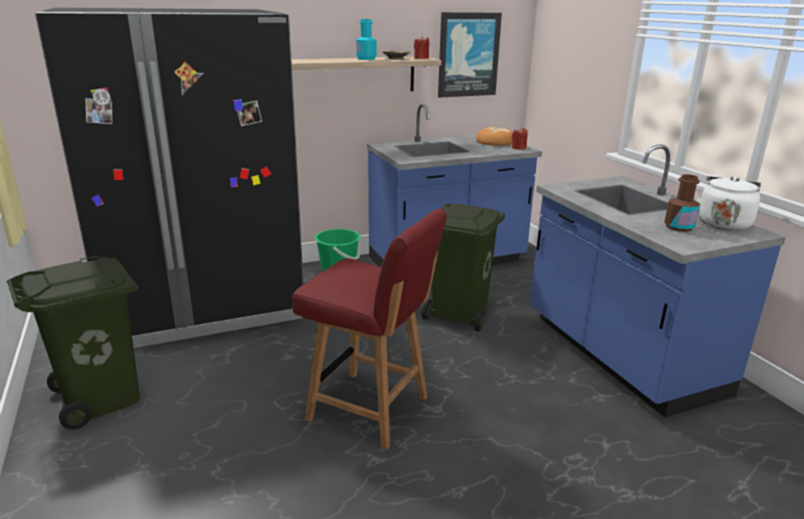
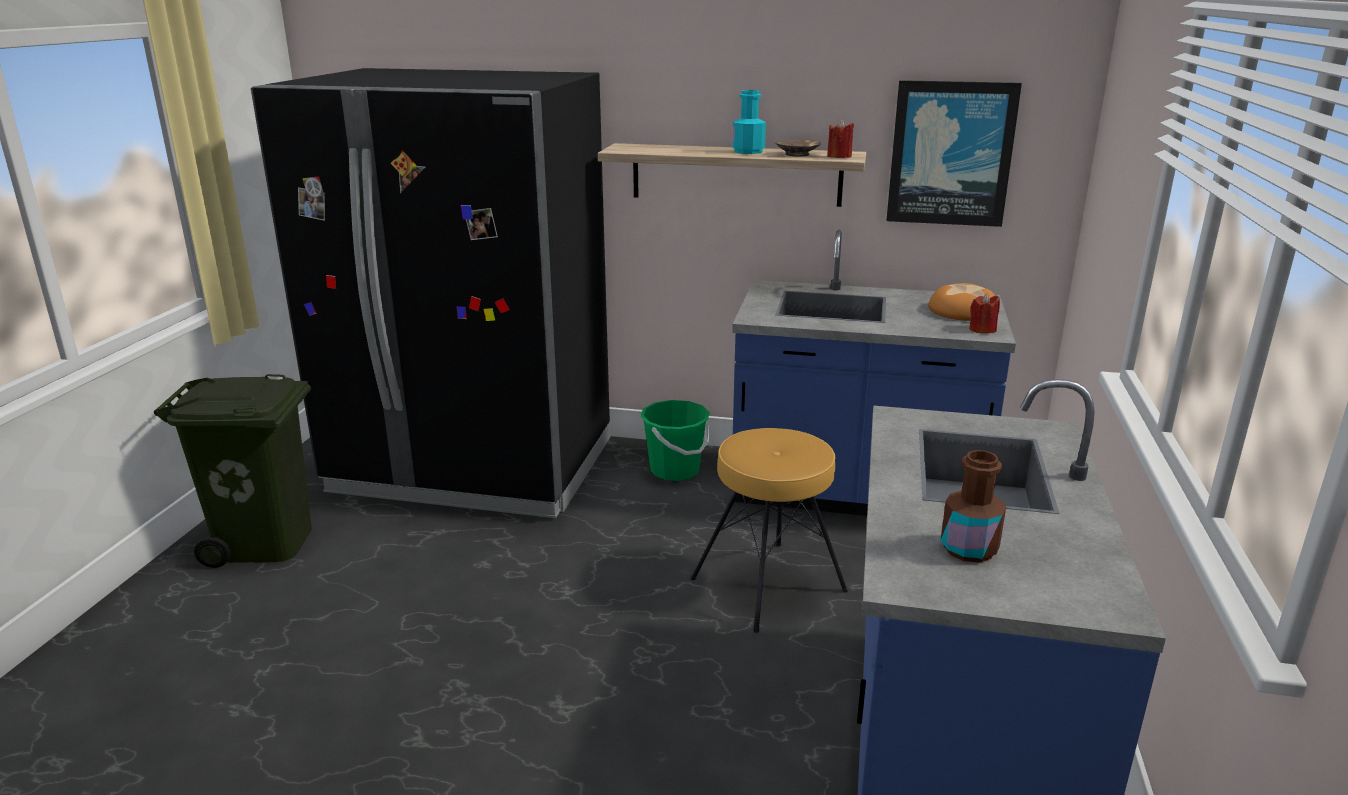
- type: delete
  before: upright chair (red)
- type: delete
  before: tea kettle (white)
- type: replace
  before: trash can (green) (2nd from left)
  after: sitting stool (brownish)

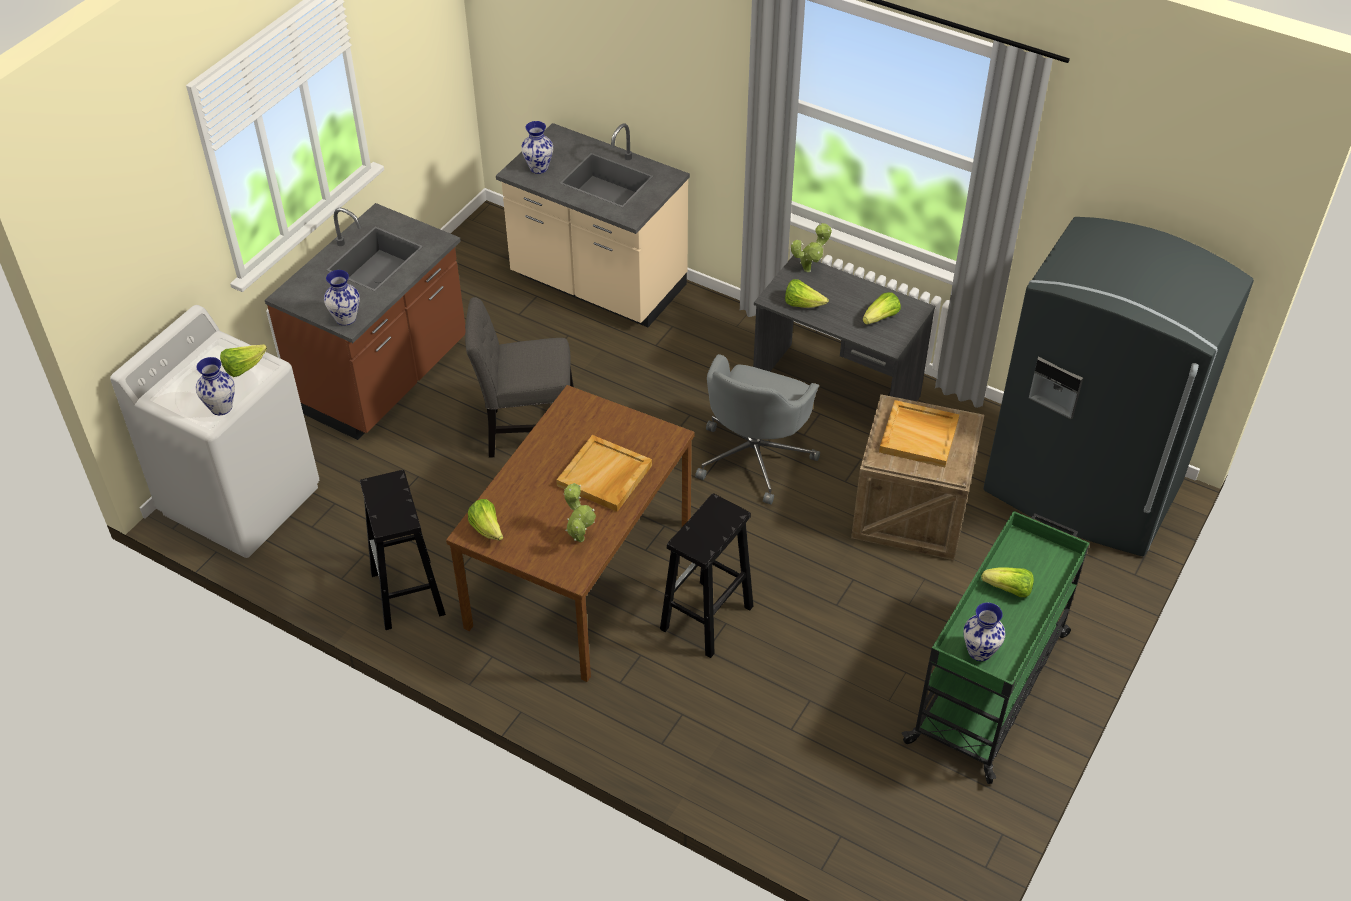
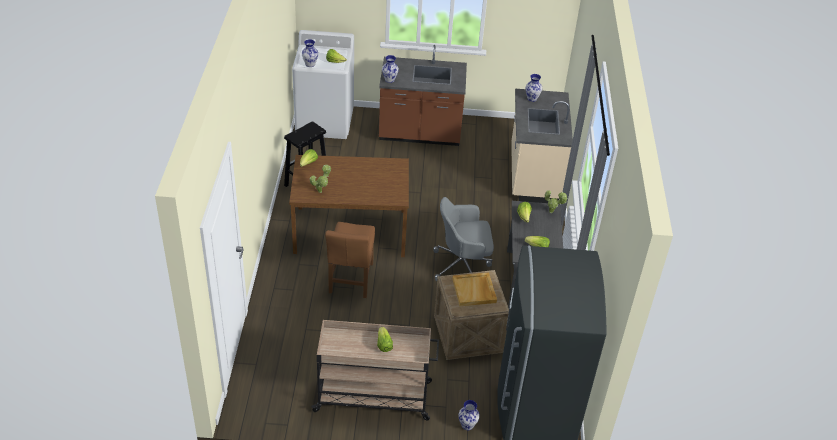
- type: delete
  before: upright chair (gray)
- type: delete
  before: tray (sand-coloured) (1st from left)
- type: move
  before: decorative vase (4th from left in the first image)
  after: decorative vase (3rd from left)
- type: replace
  before: sitting stool (black) (2nd from left)
  after: upright chair (brownish)
- type: recolor
  before: trolley (green)
  after: trolley (sand-coloured)

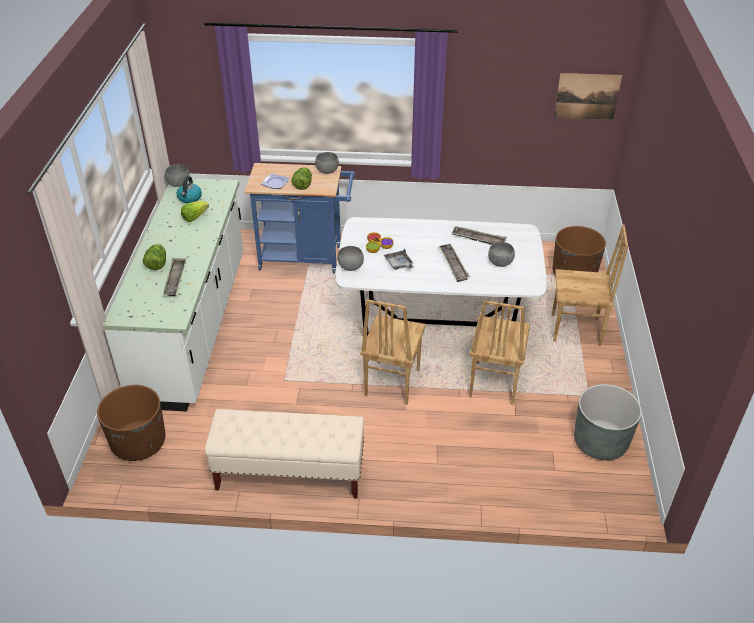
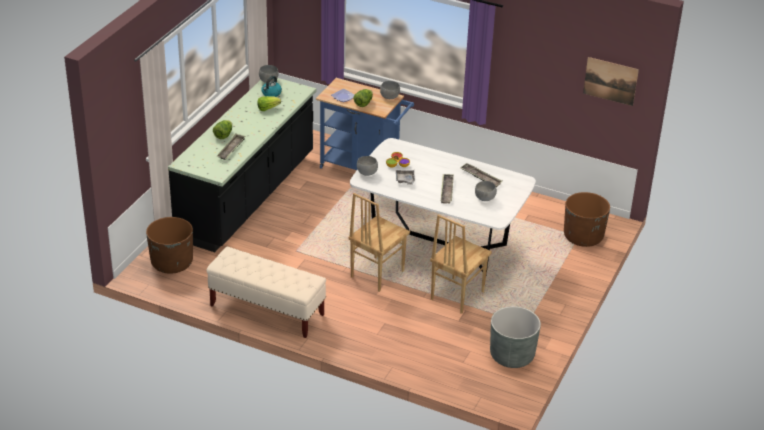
- type: delete
  before: upright chair (brownish) (3rd from left)
- type: recolor
  before: counter (white)
  after: counter (black)

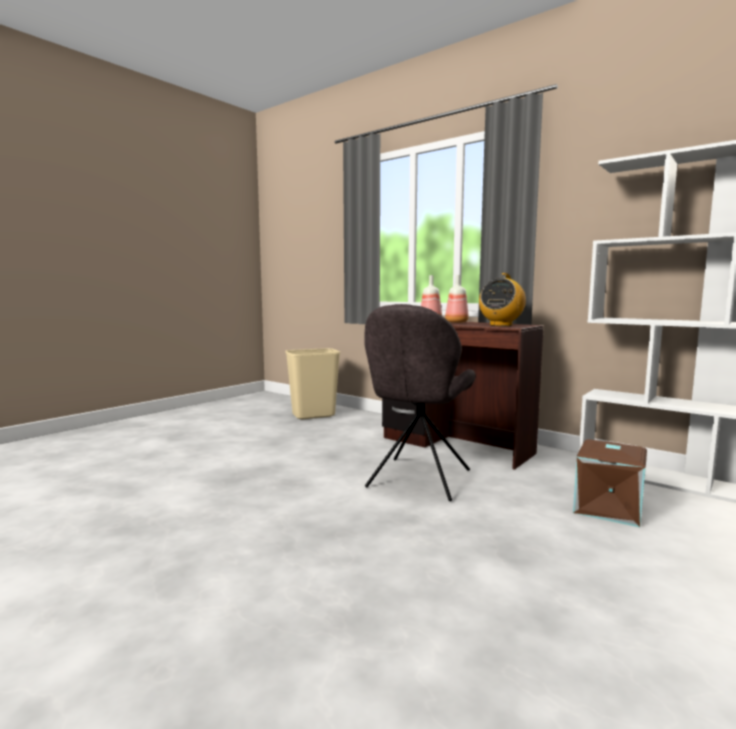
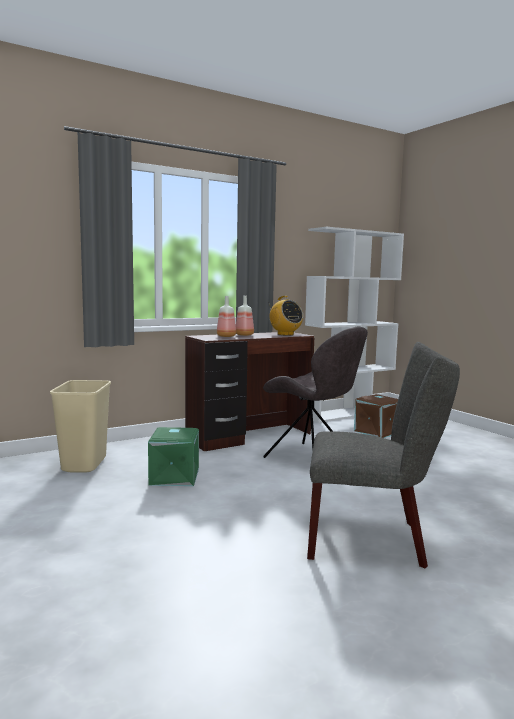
- type: insert
  after: storage box (green)
- type: insert
  after: upright chair (gray) (2nd from left)

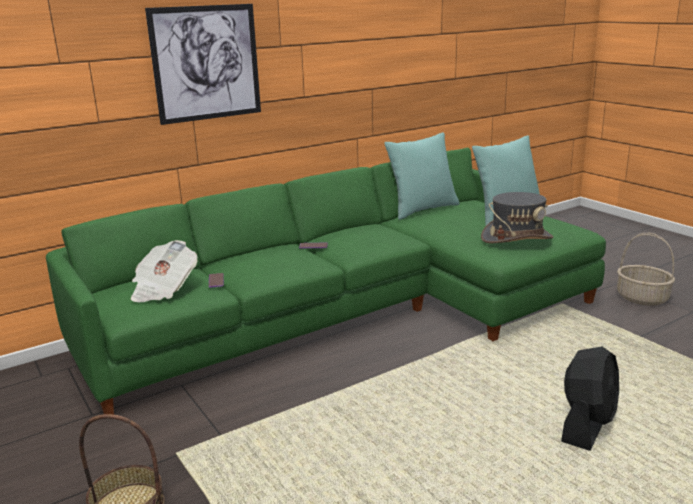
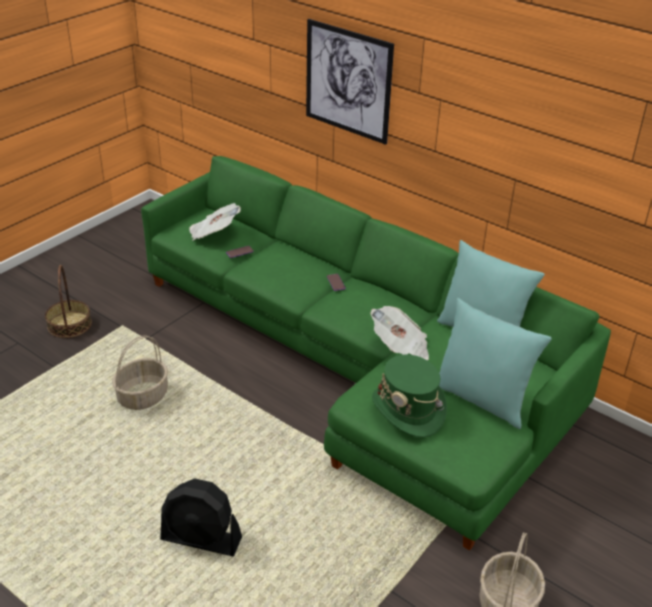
- type: insert
  after: basket (2nd from left)
- type: insert
  after: printed paper (2nd from left)
- type: recolor
  before: clothing hat (gray)
  after: clothing hat (green)

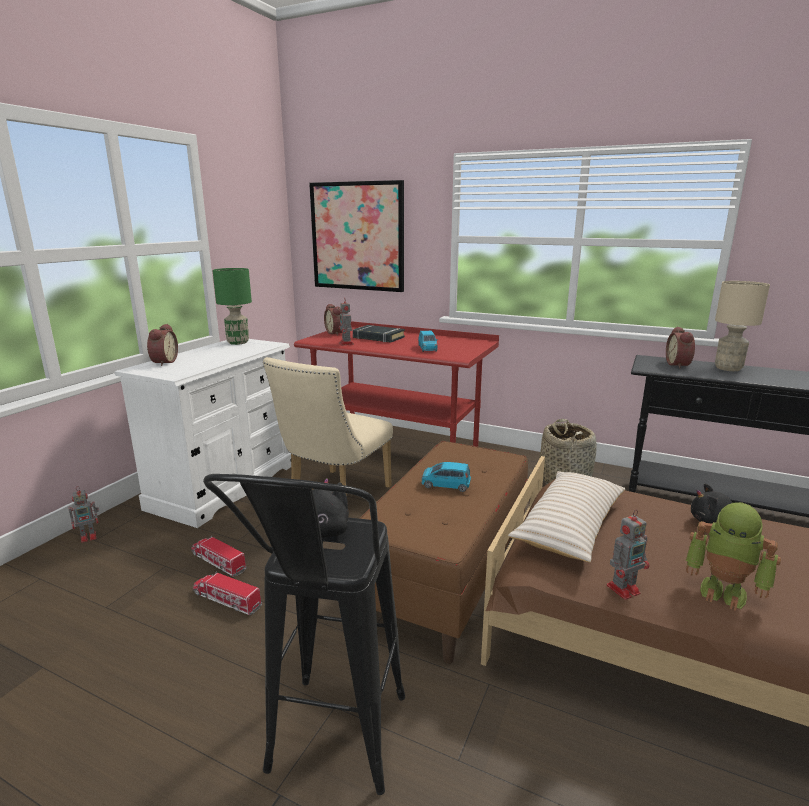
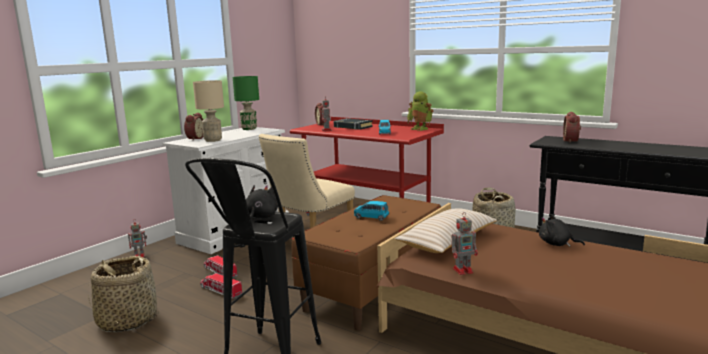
- type: delete
  before: wall picture
- type: insert
  after: basket (1st from left)
- type: move
  before: toy robot (4th from left in the first image)
  after: toy robot (3rd from left)
- type: move
  before: tabletop lamp (sand-coloured)

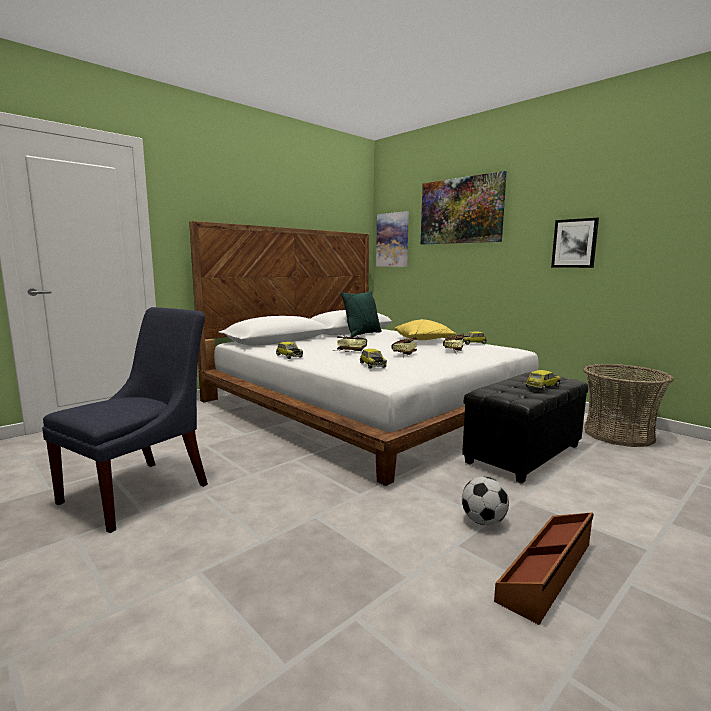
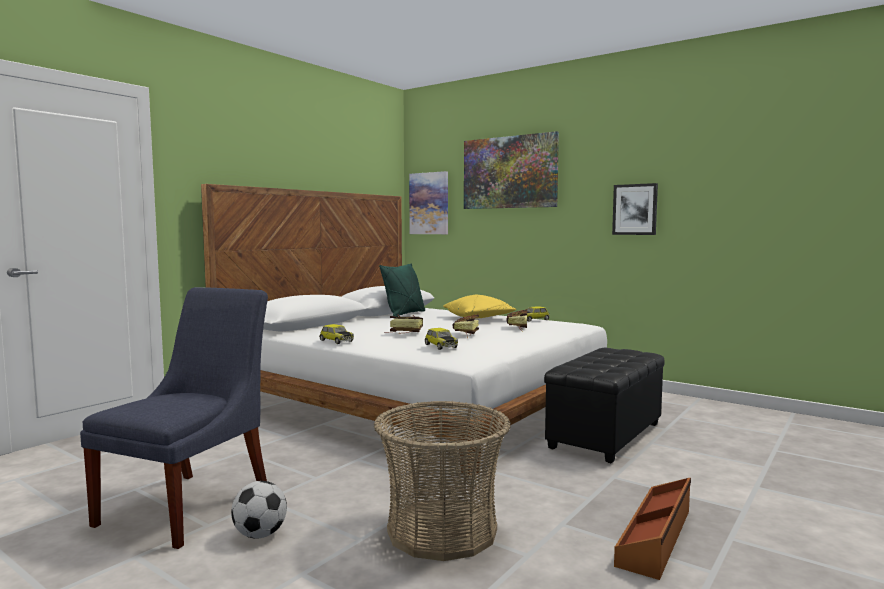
- type: delete
  before: toy car (4th from left)
- type: move
  before: football ball
- type: move
  before: basket

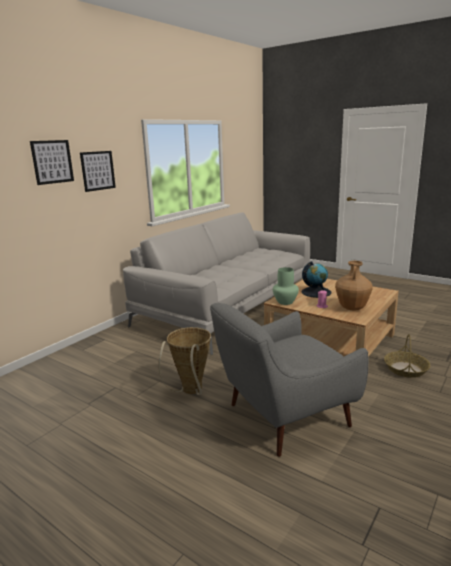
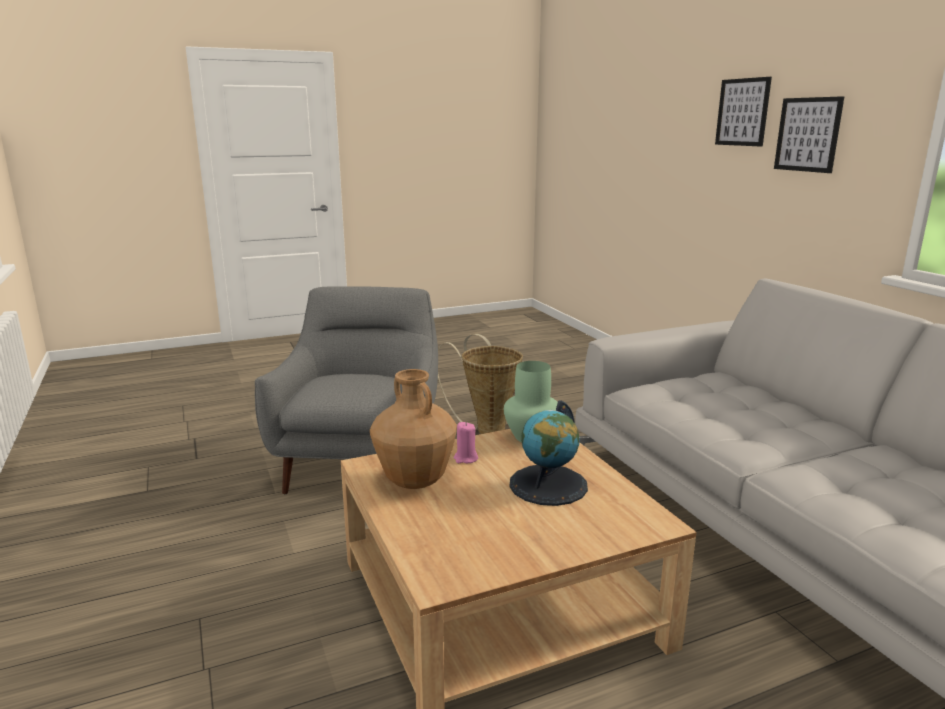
- type: delete
  before: basket (2nd from left)

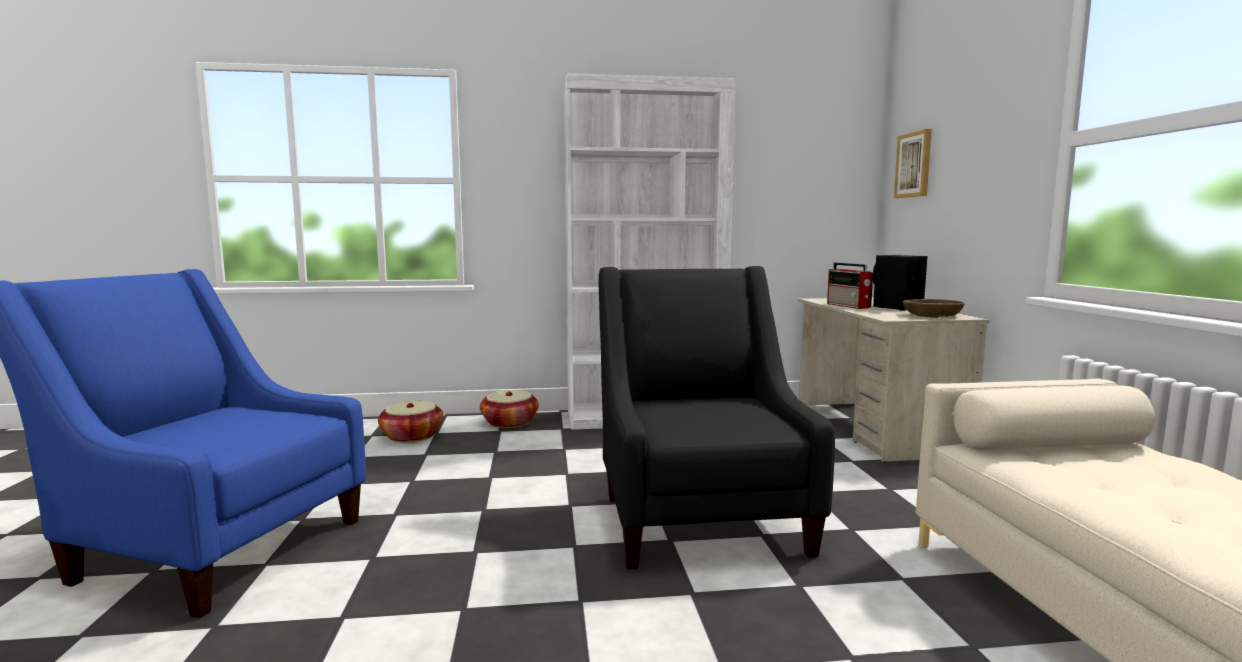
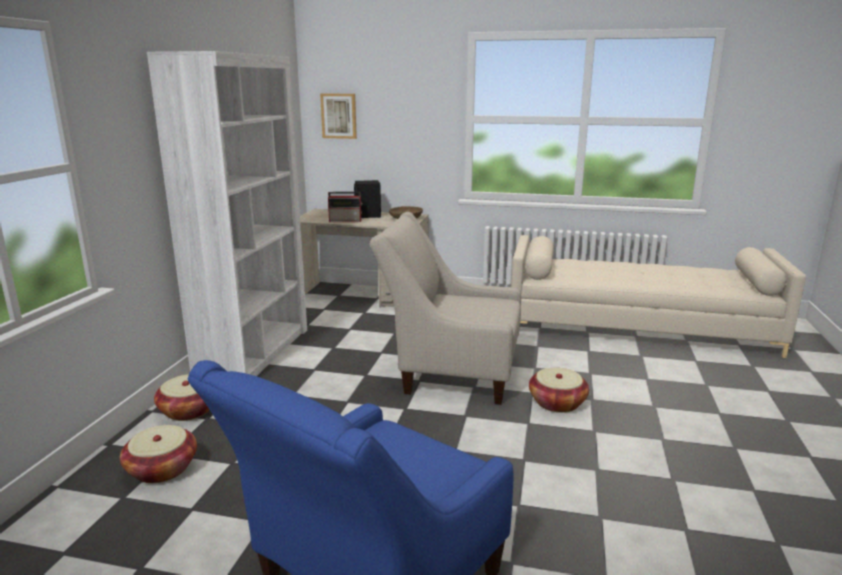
- type: insert
  after: basket (3rd from left)
- type: recolor
  before: lounge chair (black)
  after: lounge chair (sand-coloured)

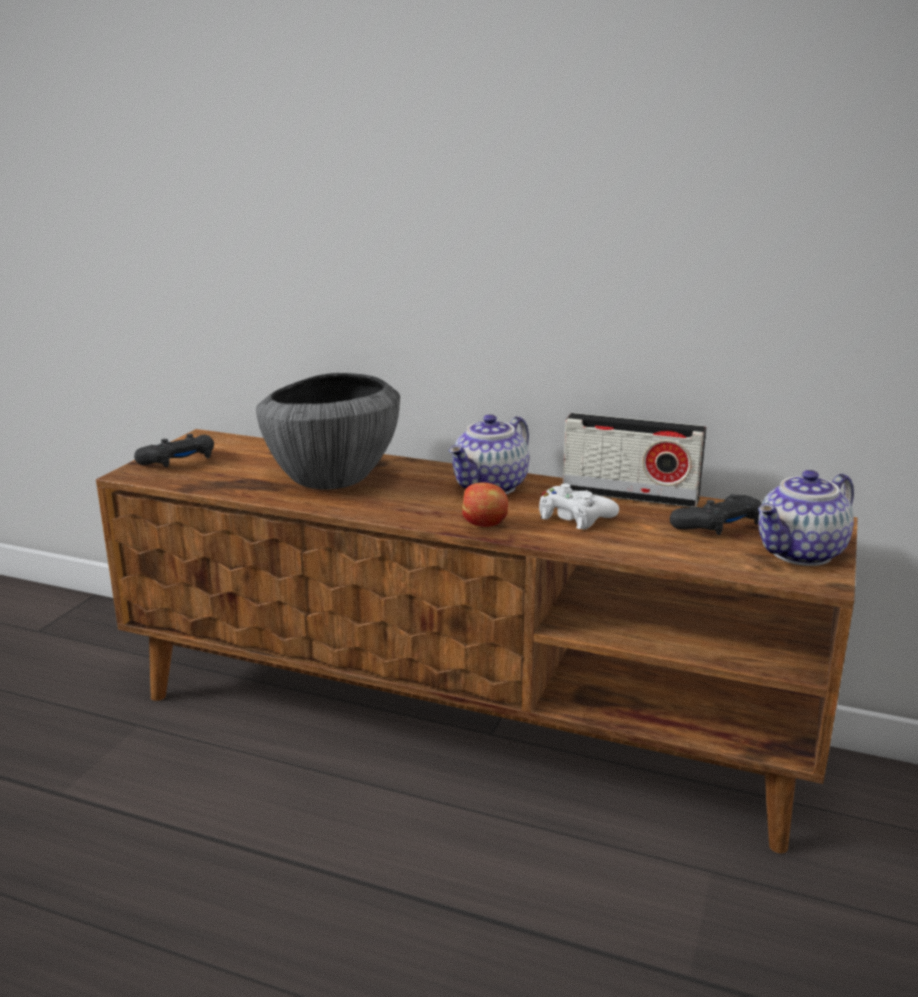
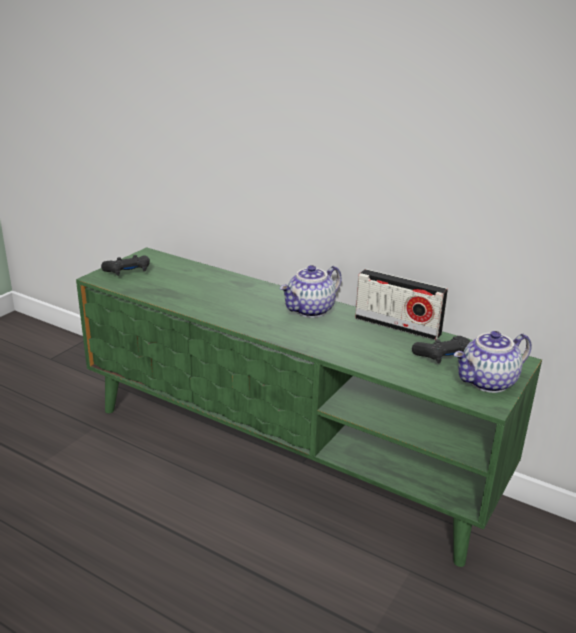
- type: delete
  before: serving bowl
- type: delete
  before: whole apple
- type: delete
  before: game controller (white)
- type: recolor
  before: tv stand (brownish)
  after: tv stand (green)

